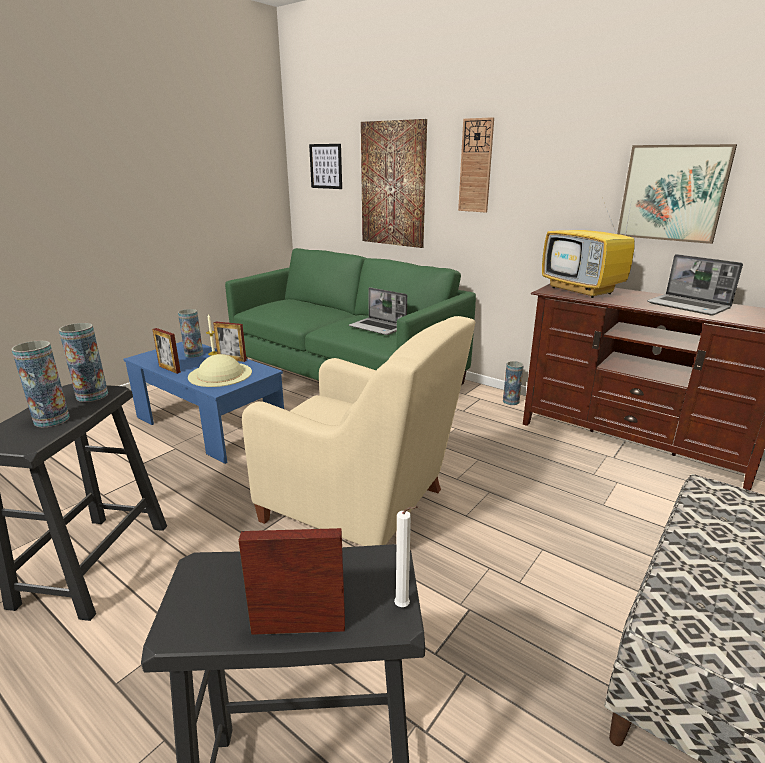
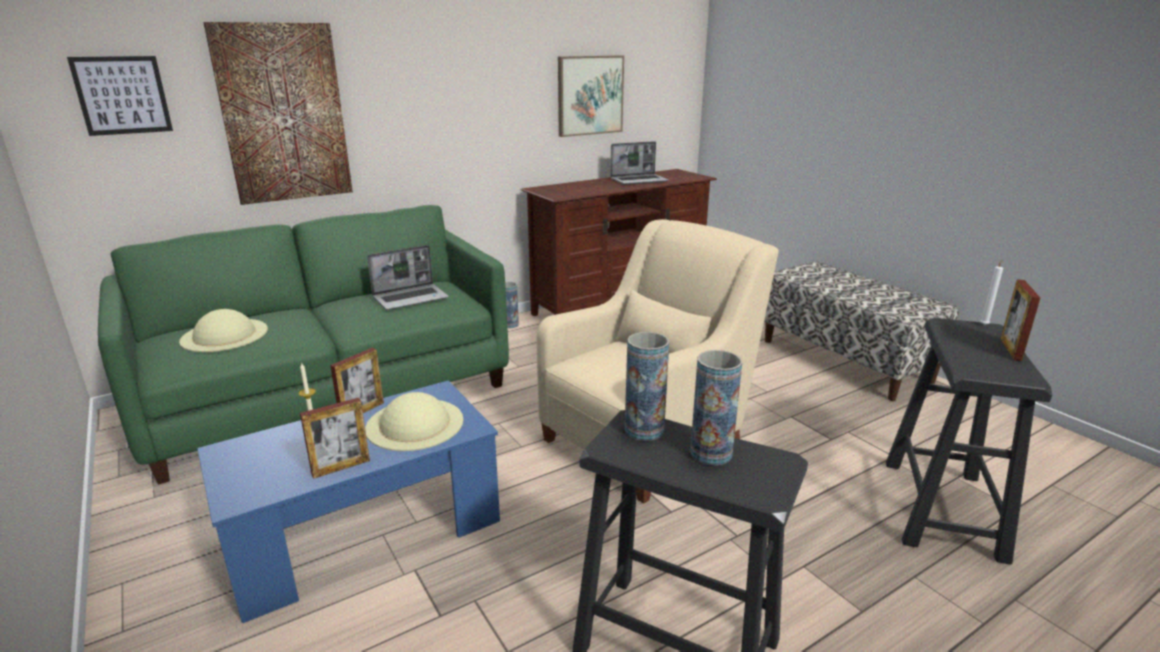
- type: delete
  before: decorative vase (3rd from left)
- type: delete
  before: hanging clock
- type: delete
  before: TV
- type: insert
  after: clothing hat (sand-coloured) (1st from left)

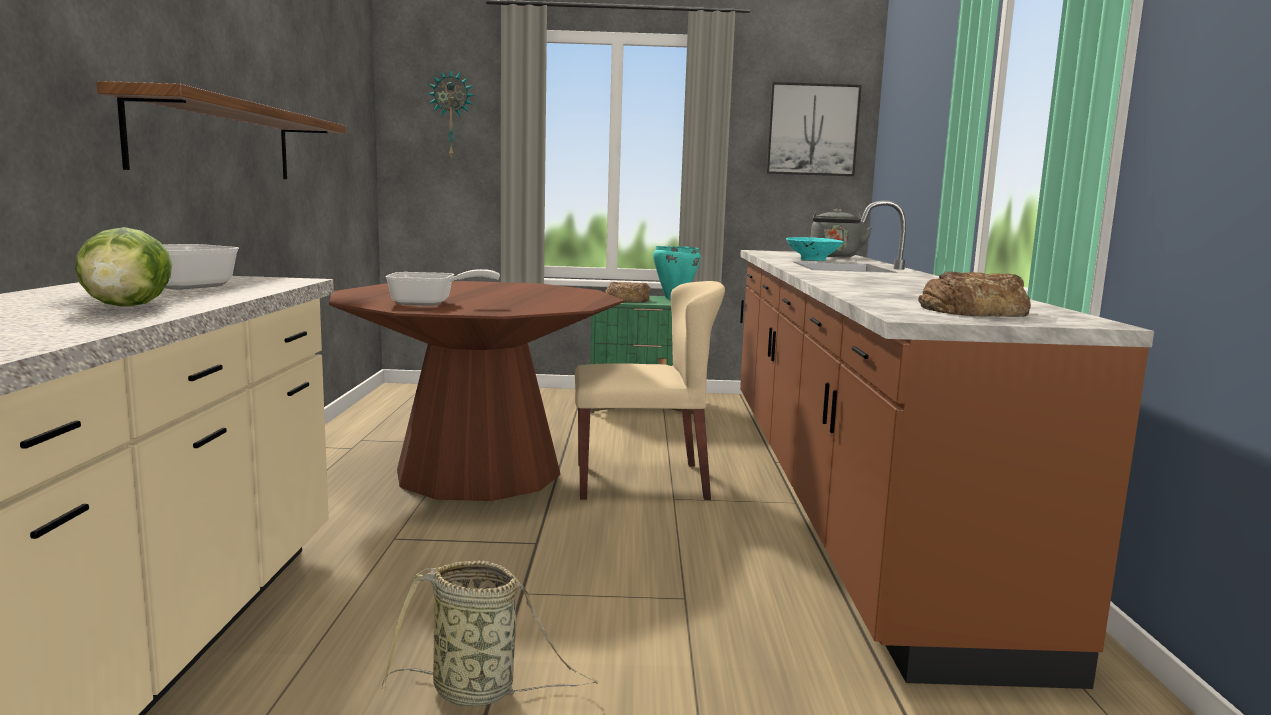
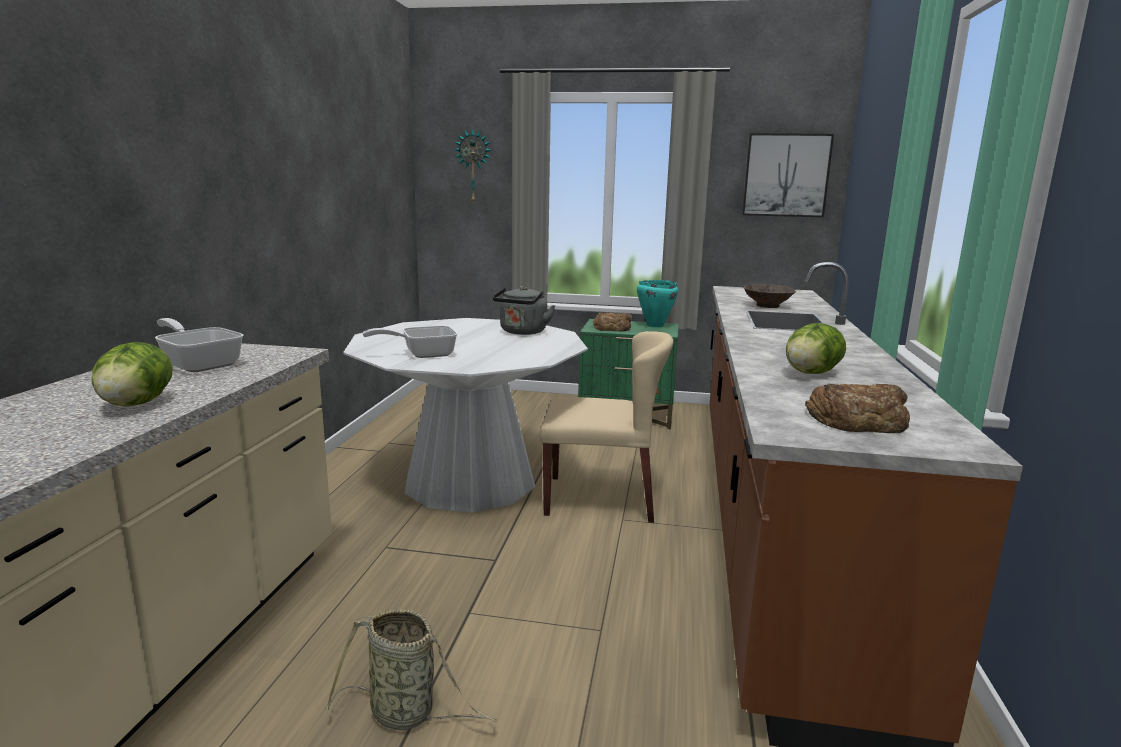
- type: delete
  before: wall shelf
- type: insert
  after: lettuce (2nd from left)
- type: move
  before: tea kettle (gray)
- type: recolor
  before: dinner table (brownish)
  after: dinner table (white)
- type: recolor
  before: serving bowl (blue-green)
  after: serving bowl (brownish)
- type: rotate
  before: skillet (2nd from left)
  turn: 150

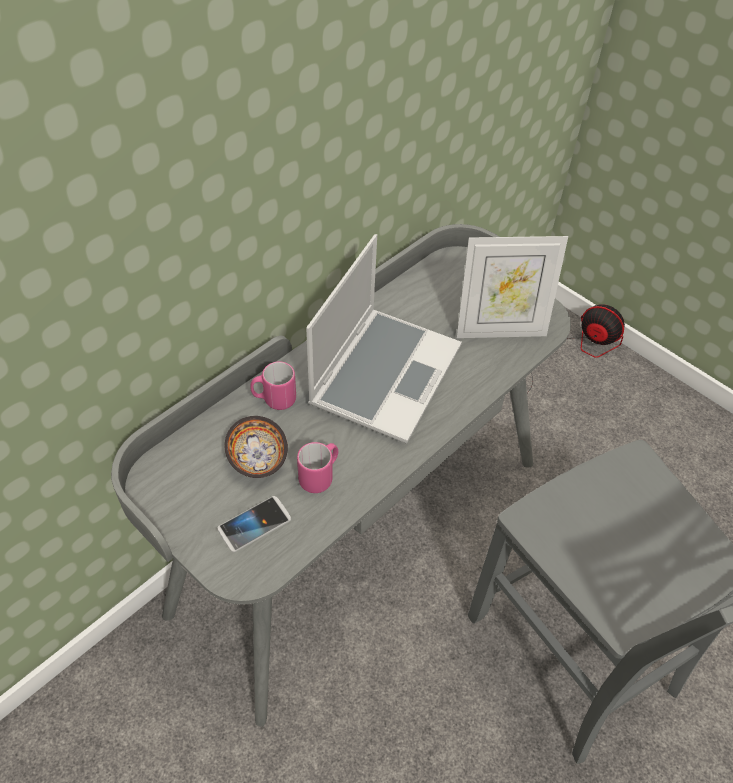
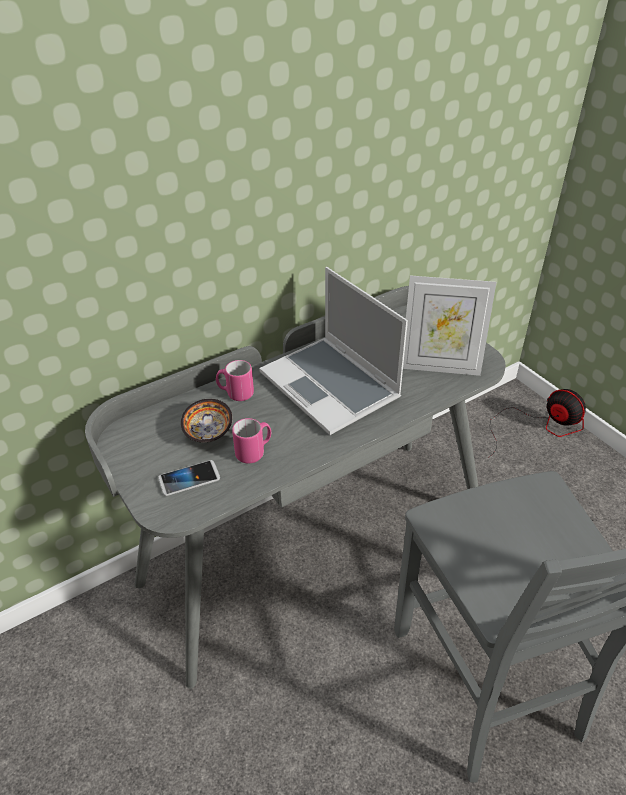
- type: rotate
  before: portable computer
  turn: 105

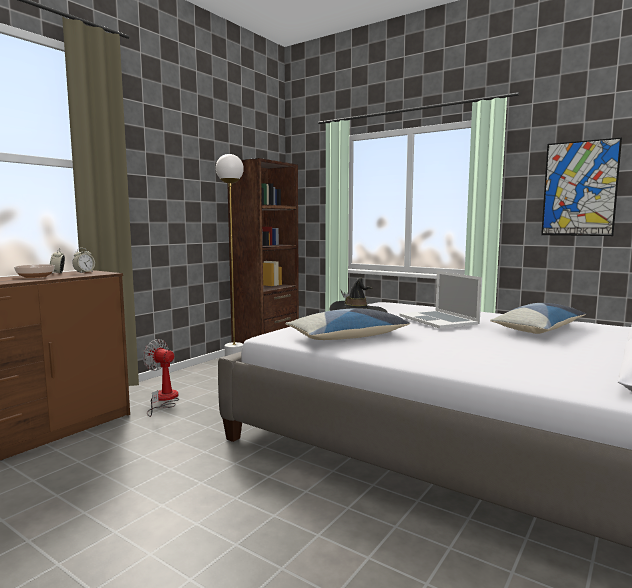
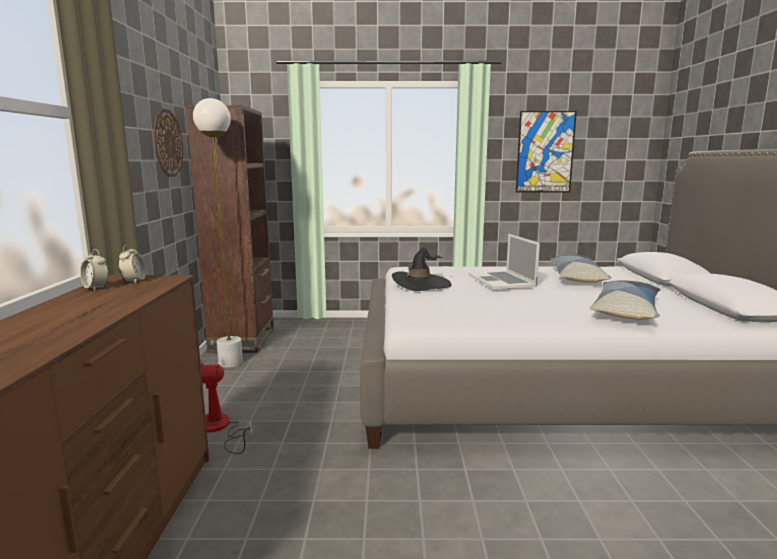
- type: delete
  before: serving bowl
- type: insert
  after: hanging clock
- type: move
  before: cushion (1st from left in the first image)
  after: cushion (2nd from left)
- type: rotate
  before: portable computer
  turn: 45

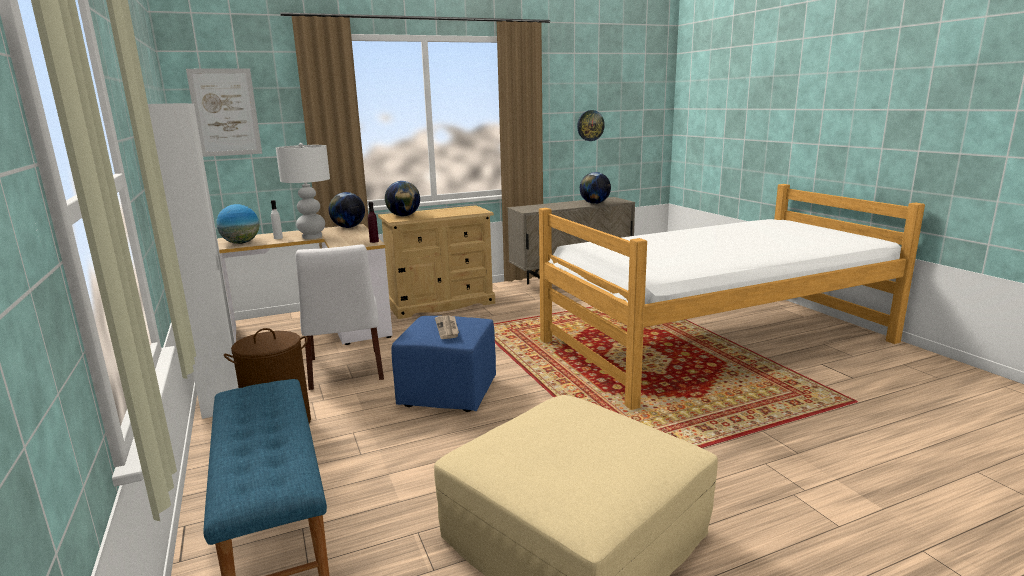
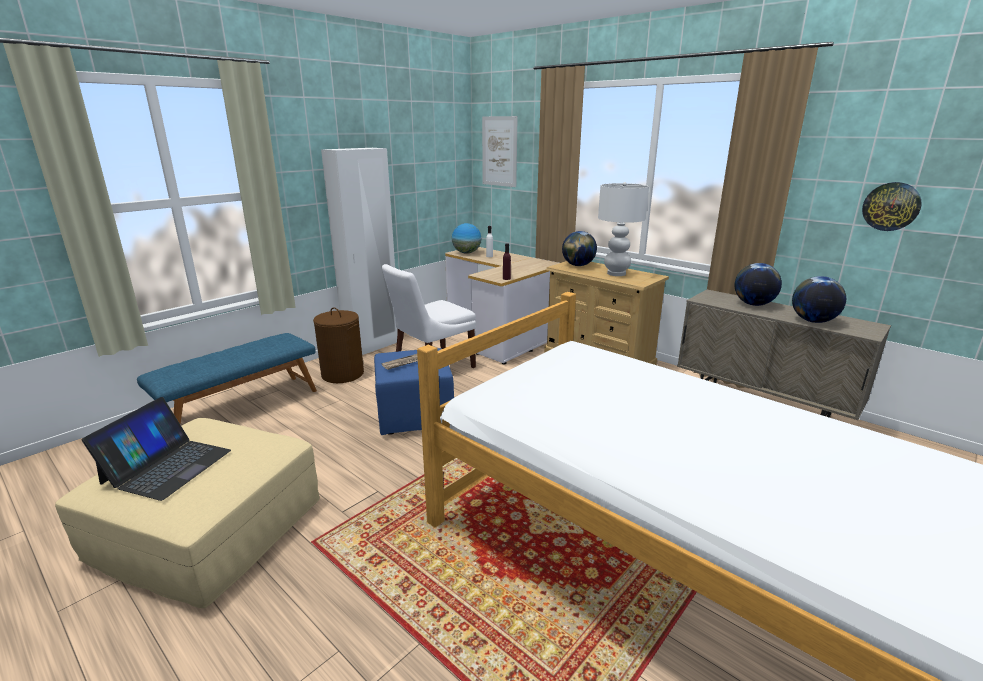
- type: insert
  after: portable computer
- type: move
  before: tabletop lamp (white)
- type: move
  before: desk globe (2nd from left in the first image)
  after: desk globe (3rd from left)

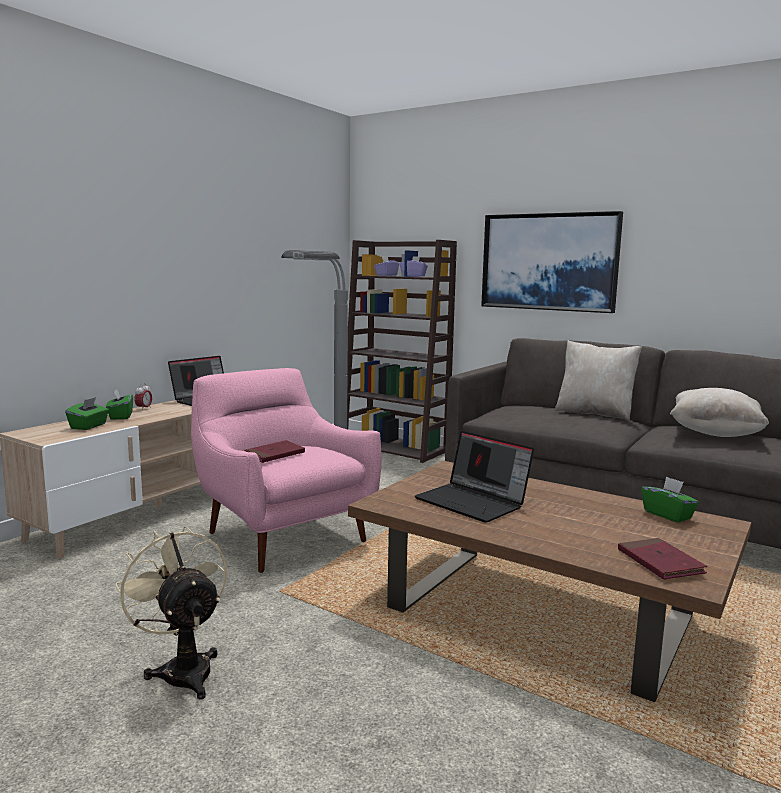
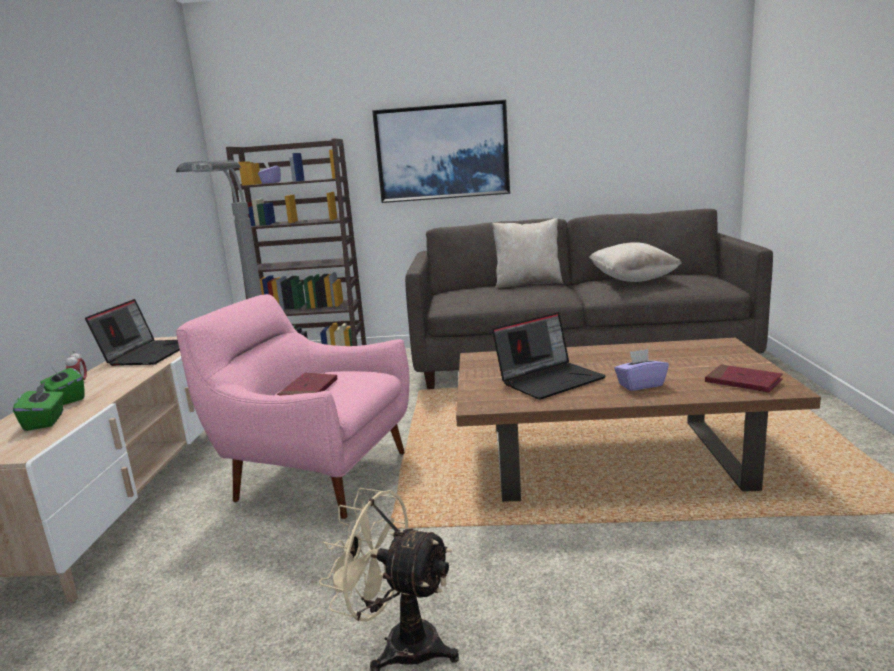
- type: delete
  before: tissue holder (green) (3rd from left)
- type: move
  before: tissue holder (purple-coloured) (2nd from left)
- type: rotate
  before: portable computer (2nd from left)
  turn: -45

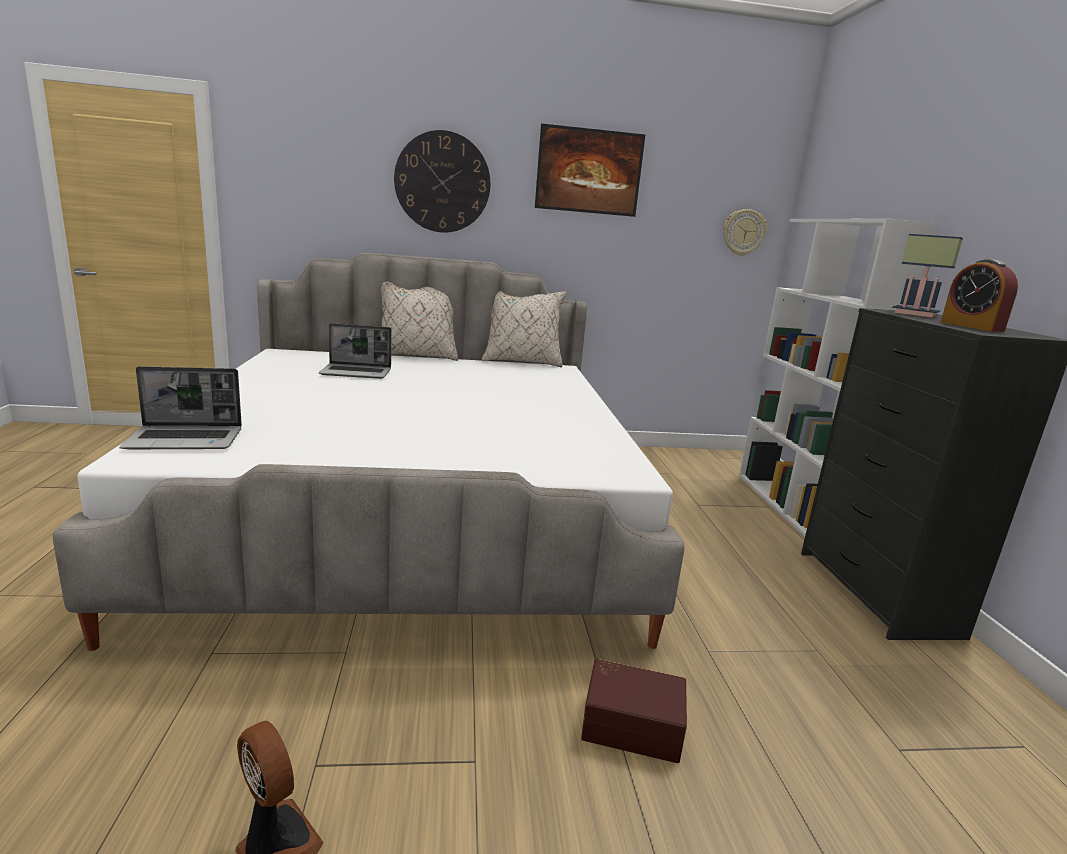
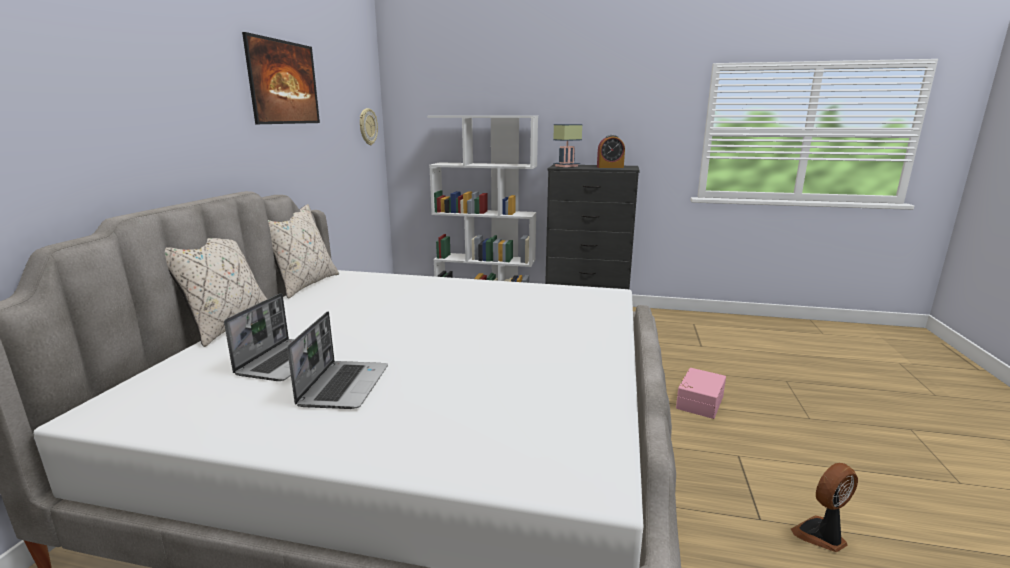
- type: delete
  before: hanging clock (1st from left)
- type: move
  before: portable computer (1st from left in the first image)
  after: portable computer (2nd from left)
- type: recolor
  before: storage box (brownish)
  after: storage box (pink-coloured)

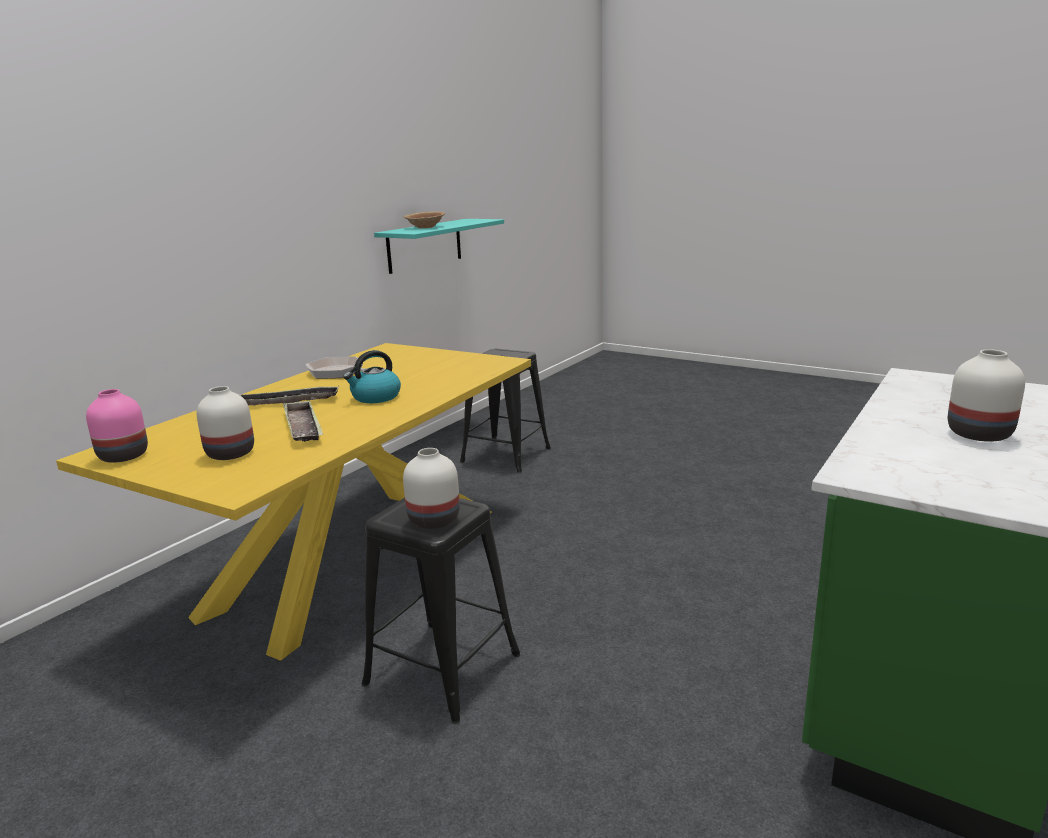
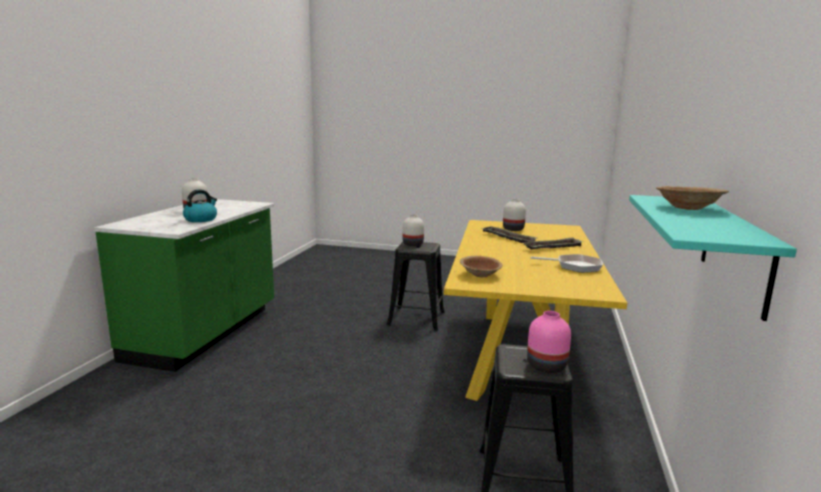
- type: insert
  after: serving bowl (brownish) (1st from left)
- type: move
  before: decorative vase (pink-coloured)
- type: move
  before: tea kettle

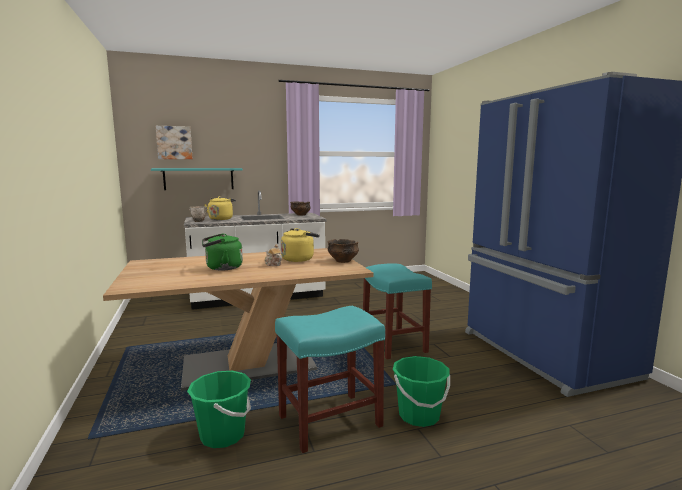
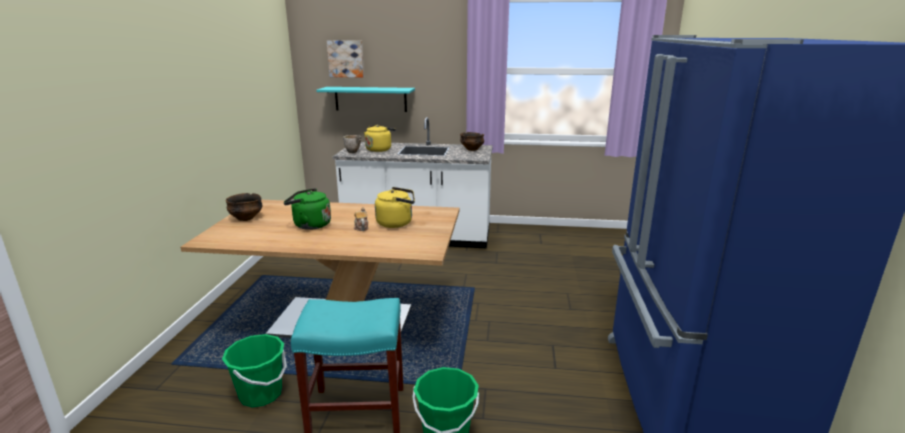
- type: delete
  before: sitting stool (blue-green) (2nd from left)
- type: move
  before: serving bowl (3rd from left in the first image)
  after: serving bowl (1st from left)

